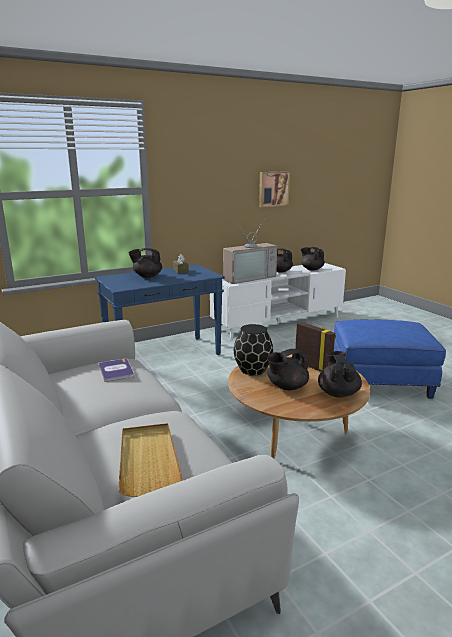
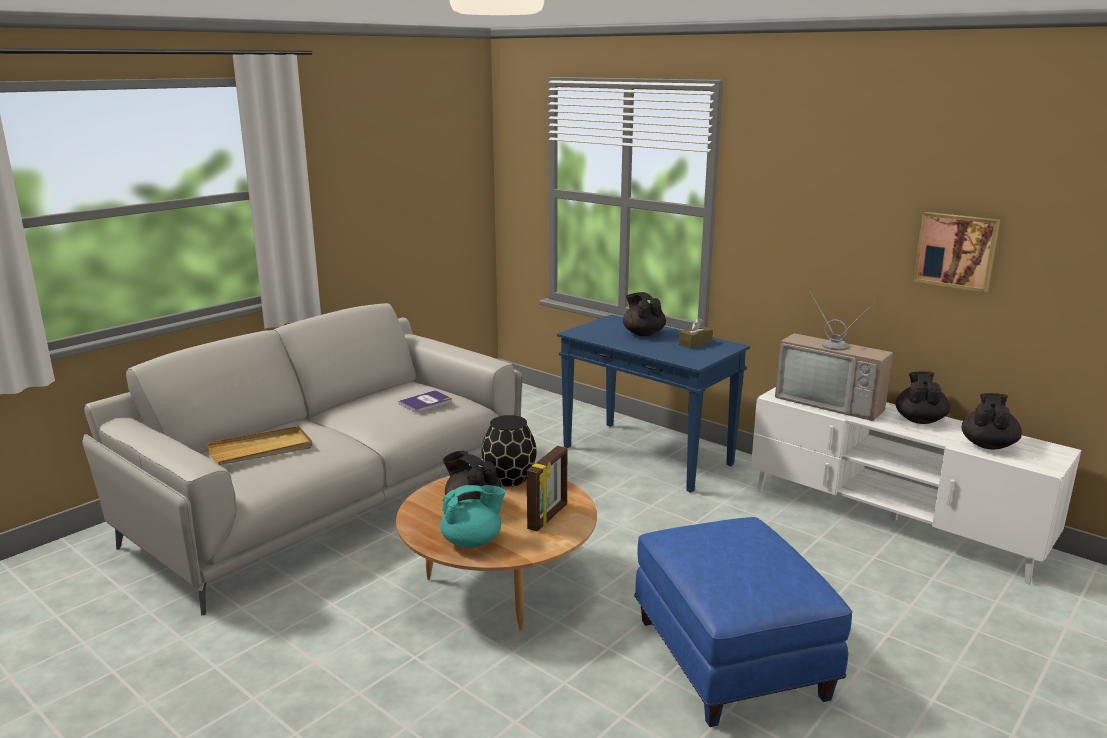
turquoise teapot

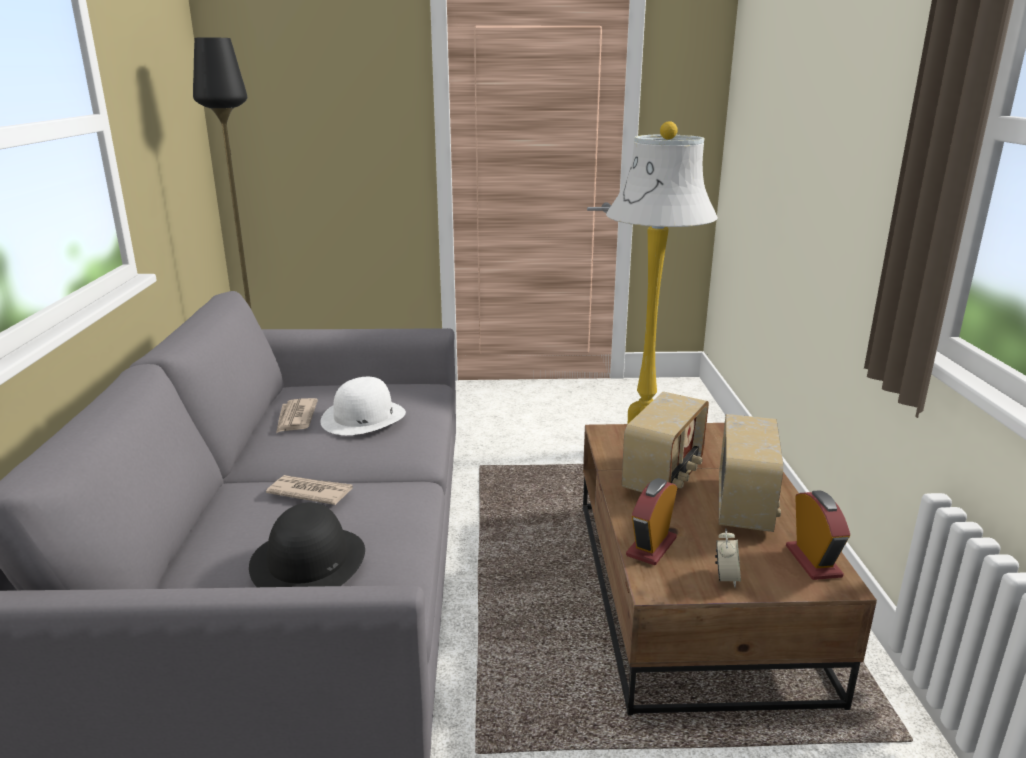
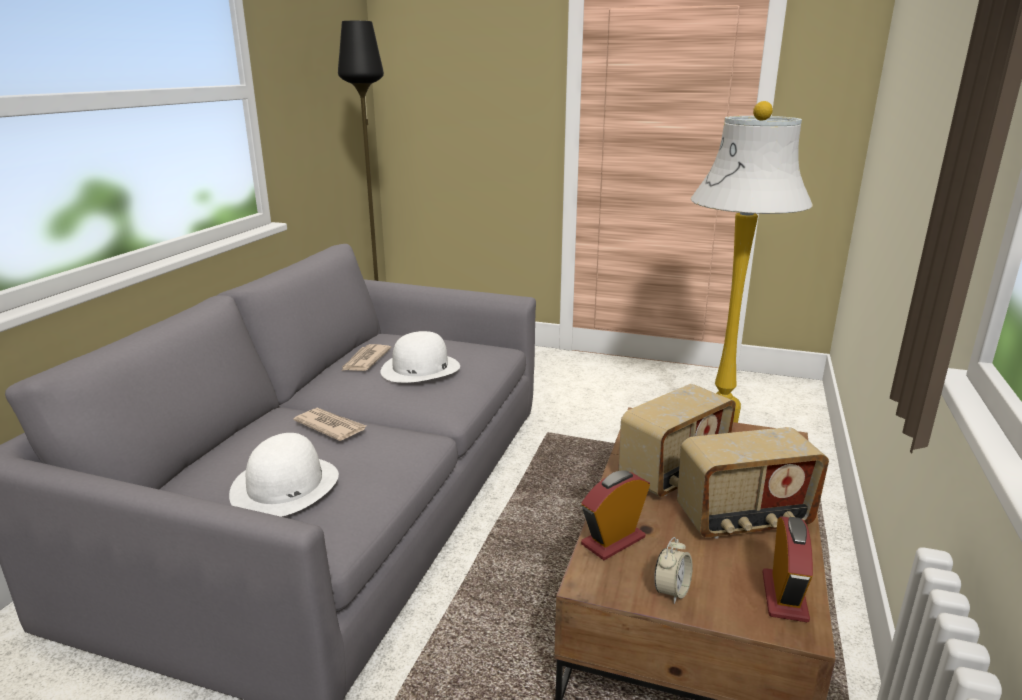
white hat (no. 1 from left); radio (no. 2 from left)

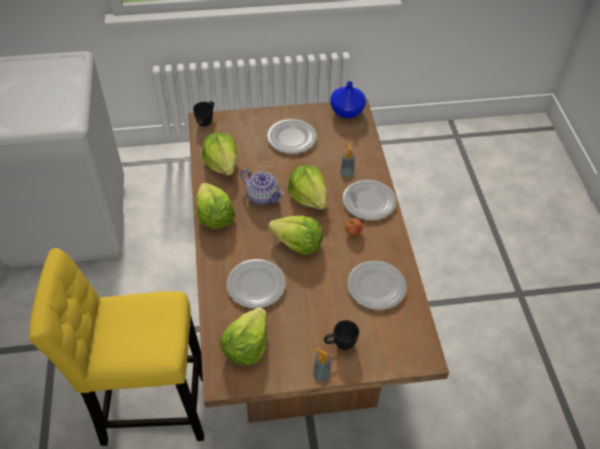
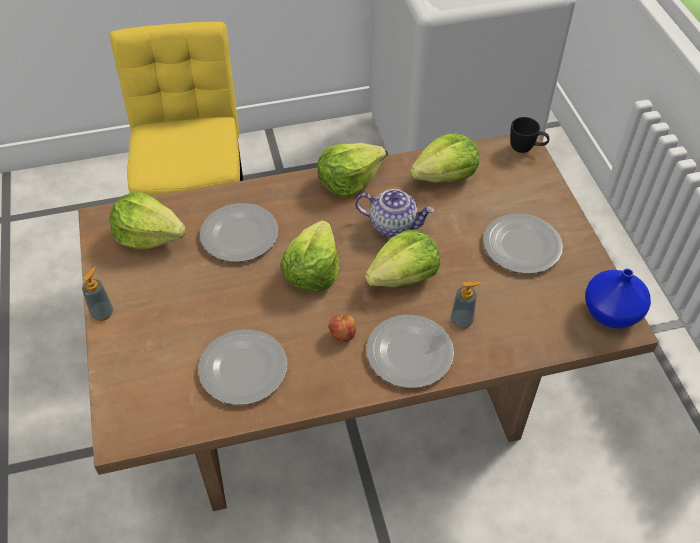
teapot; black mug (no. 2 from left in the first image)

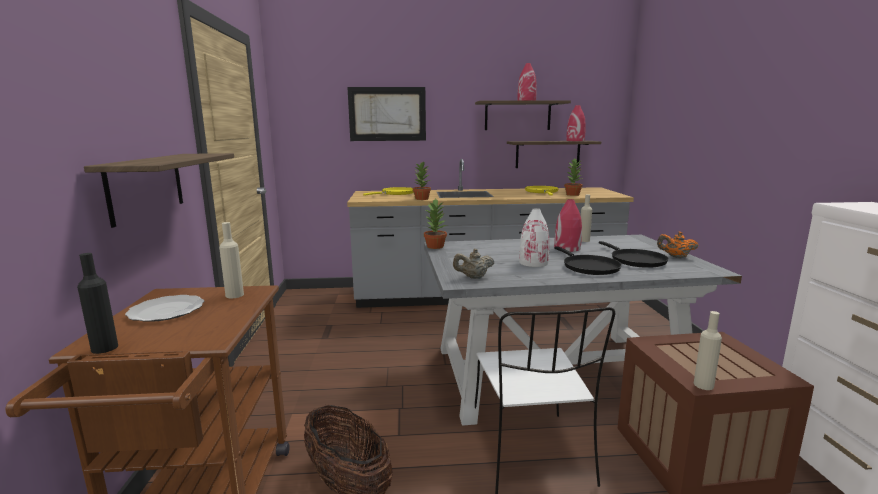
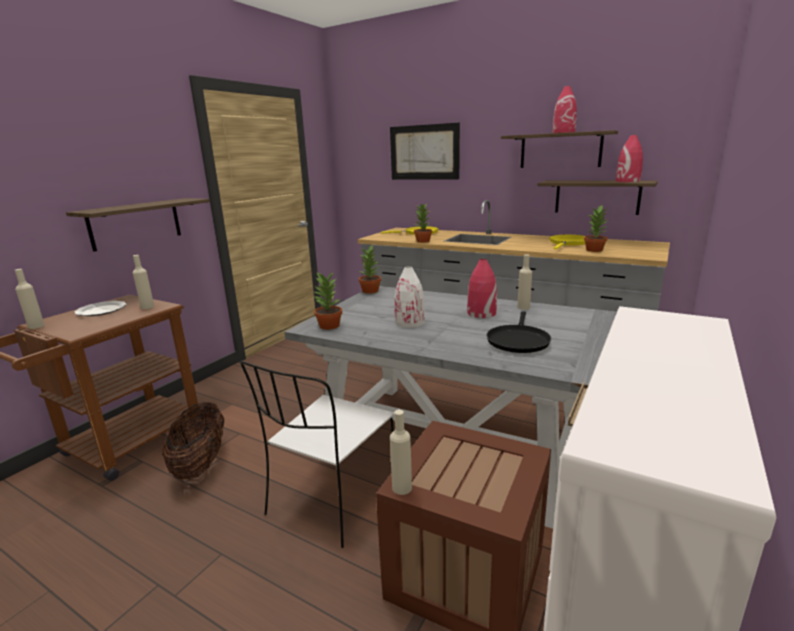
beige bottle (no. 1 from left); potted plant (no. 1 from left); black frying pan (no. 1 from left in the first image); orange teapot

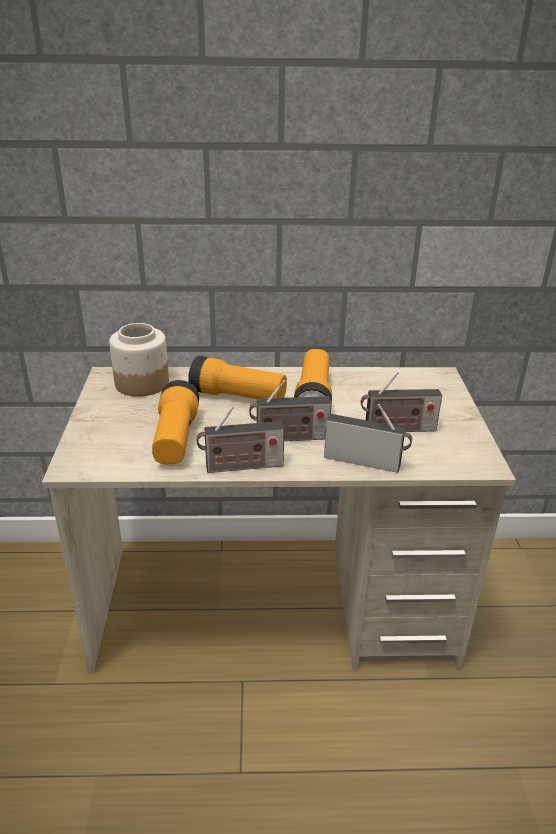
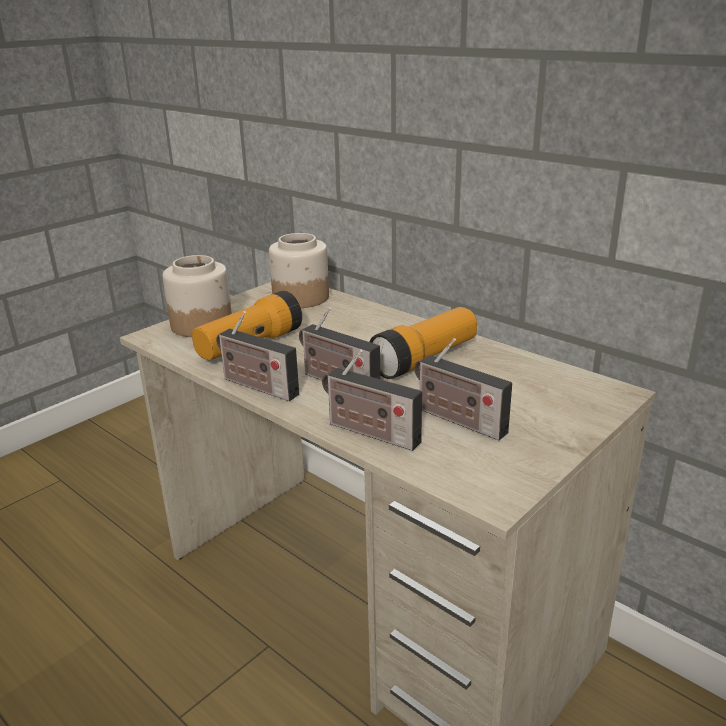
flashlight (no. 2 from left in the first image); radio (no. 3 from left); jar (no. 1 from left)

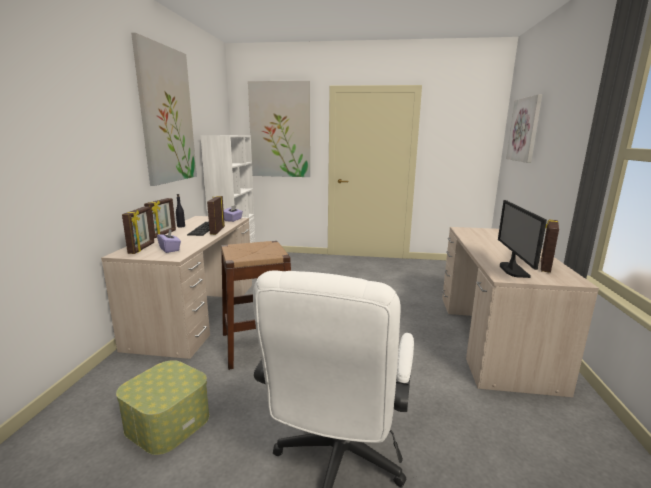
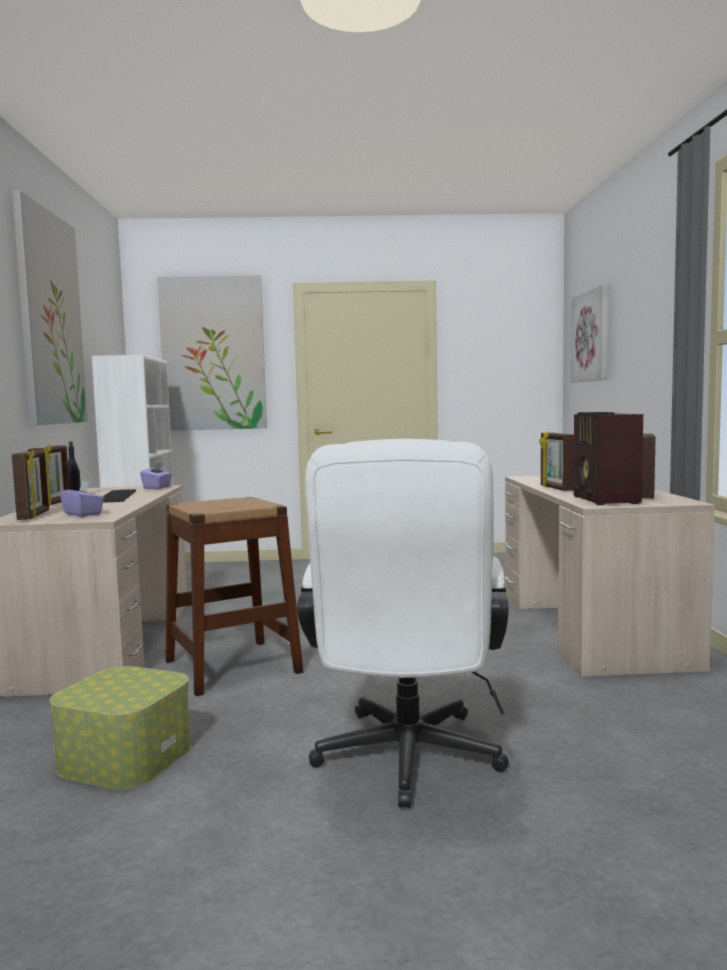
picture frame (no. 3 from left); radio

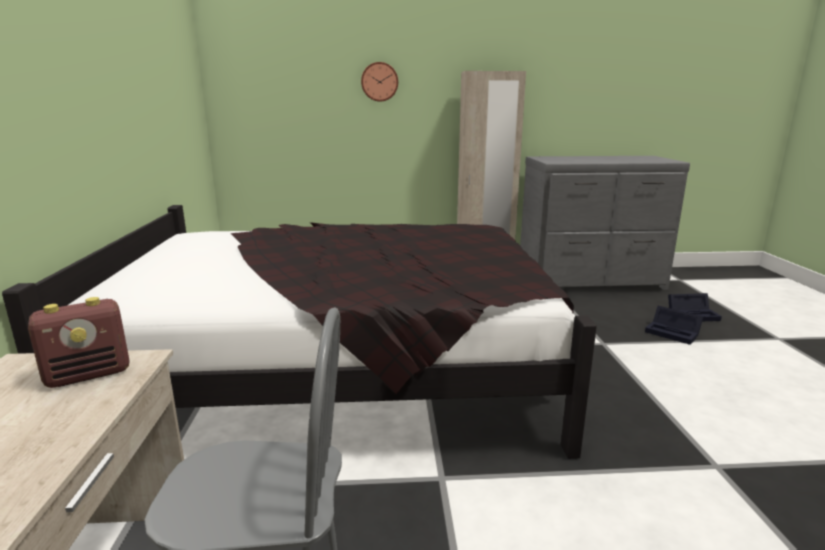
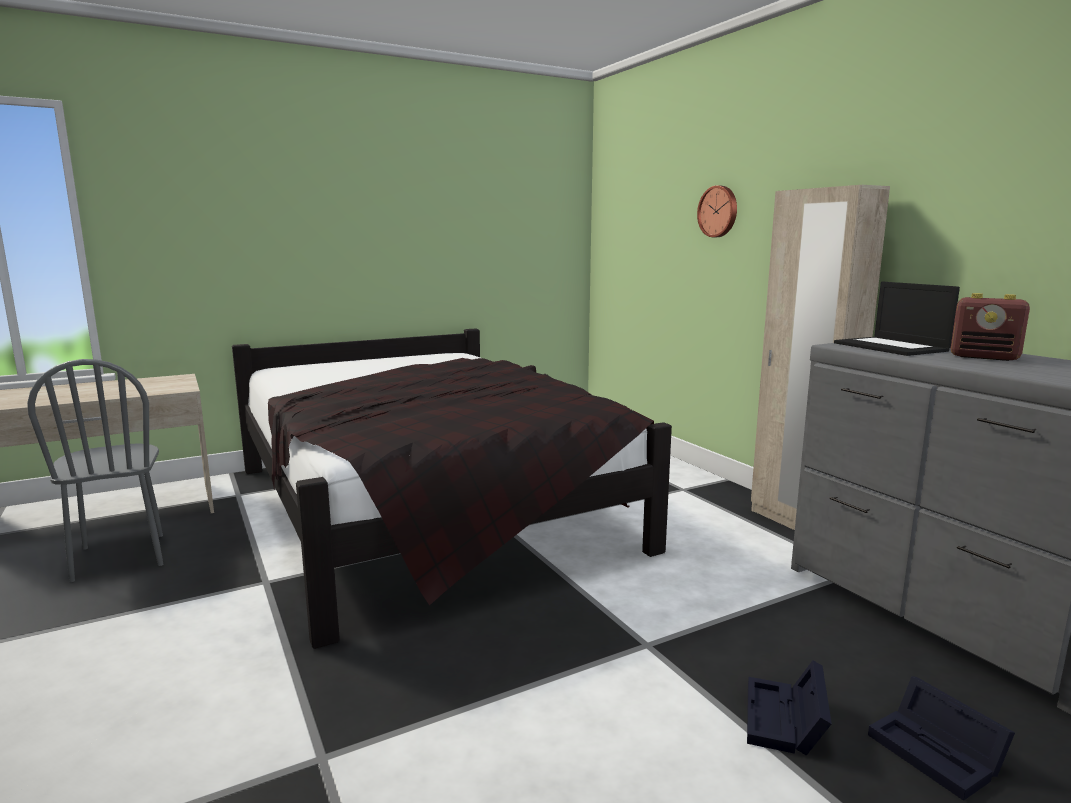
radio; laptop

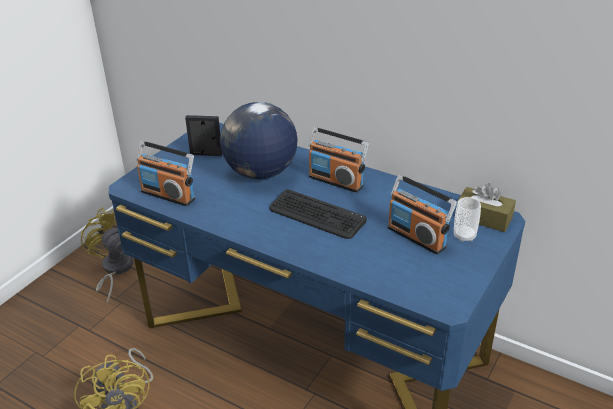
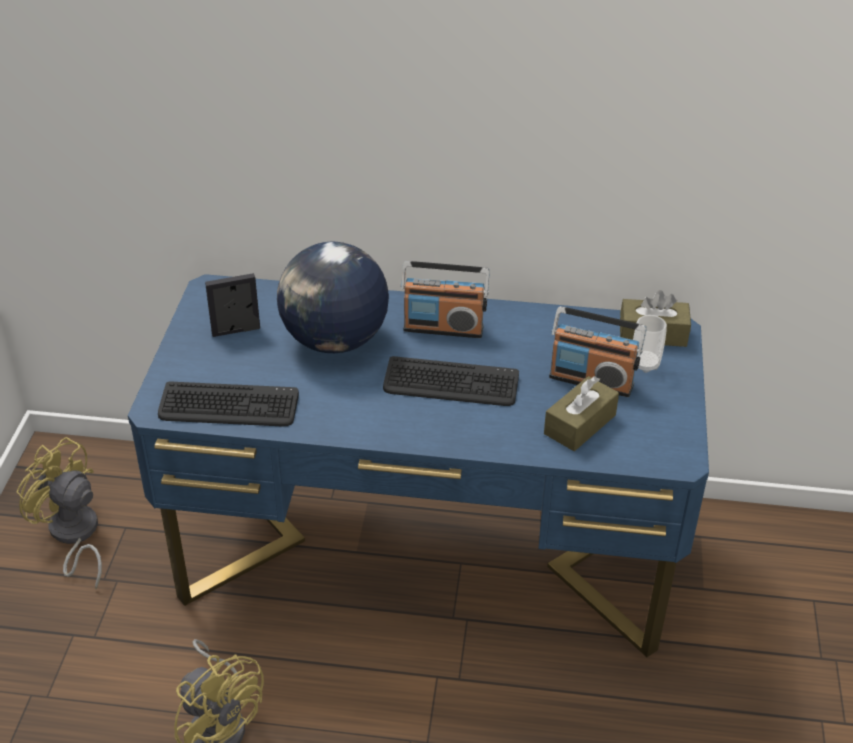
keyboard (no. 1 from left); brown tissue box (no. 1 from left)

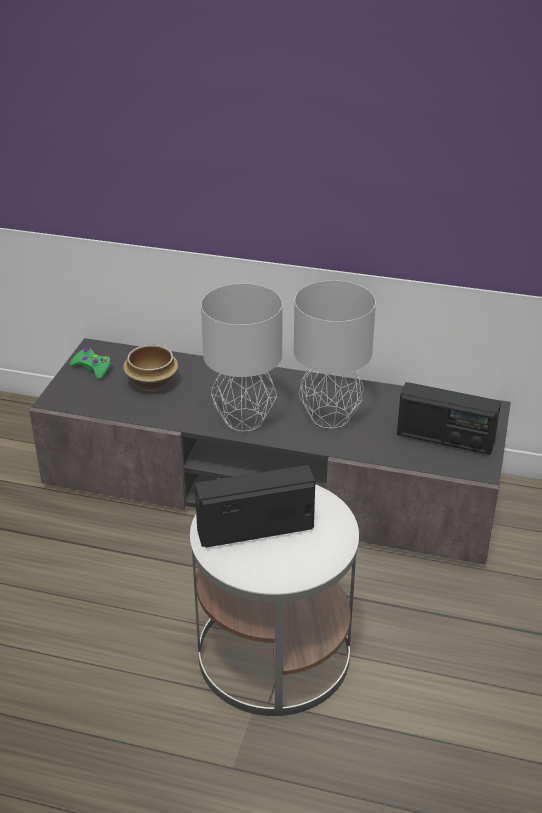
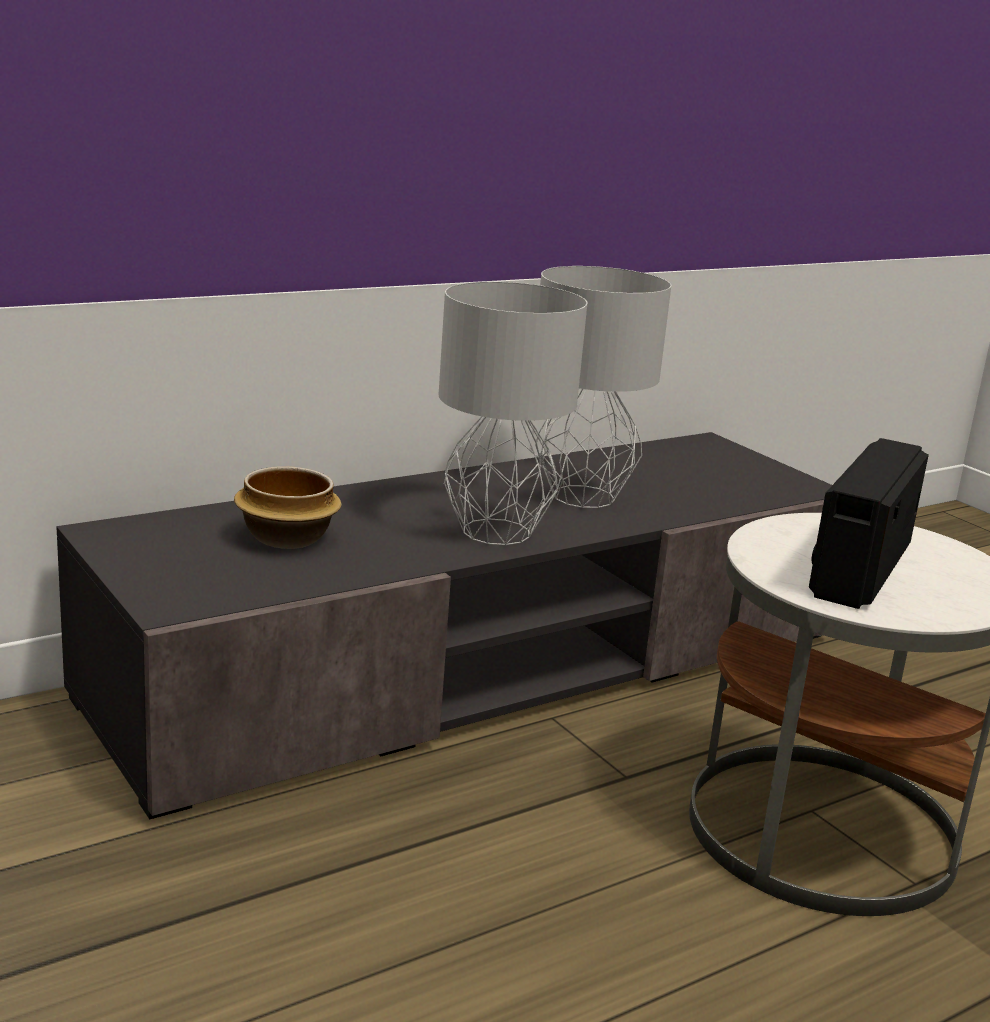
green game controller; radio (no. 2 from left in the first image)

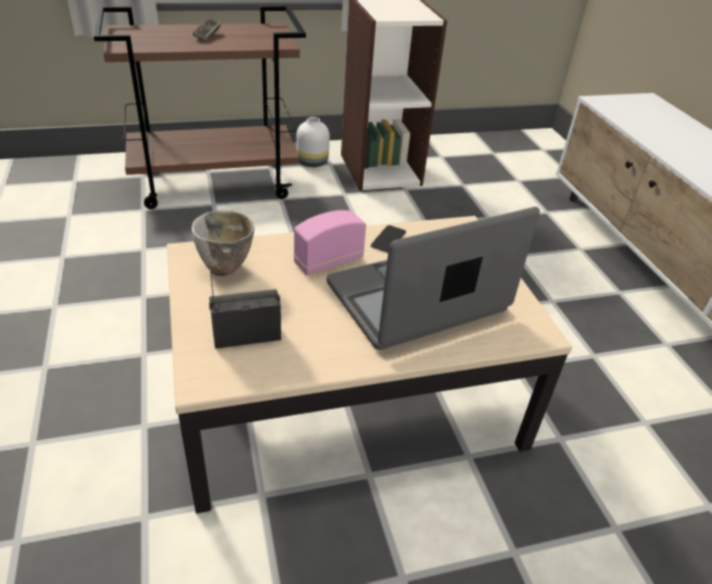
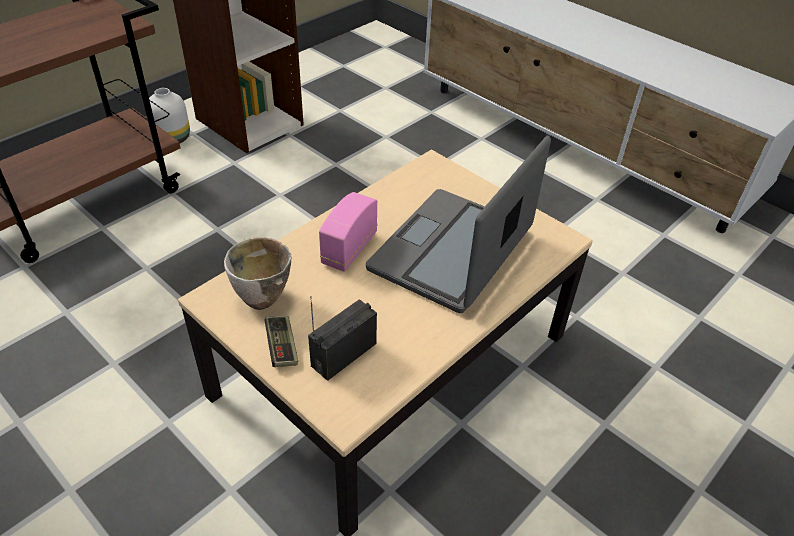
game controller; phone

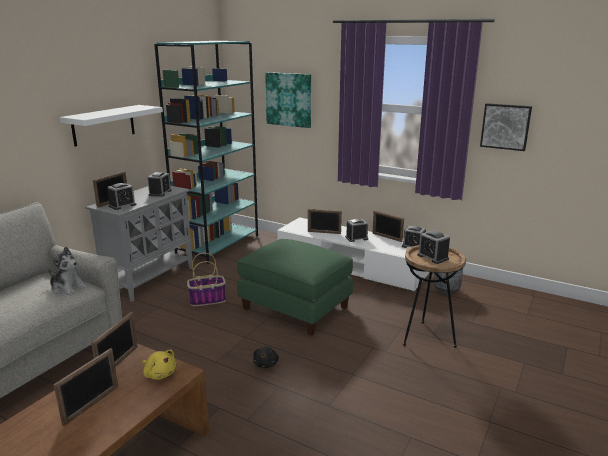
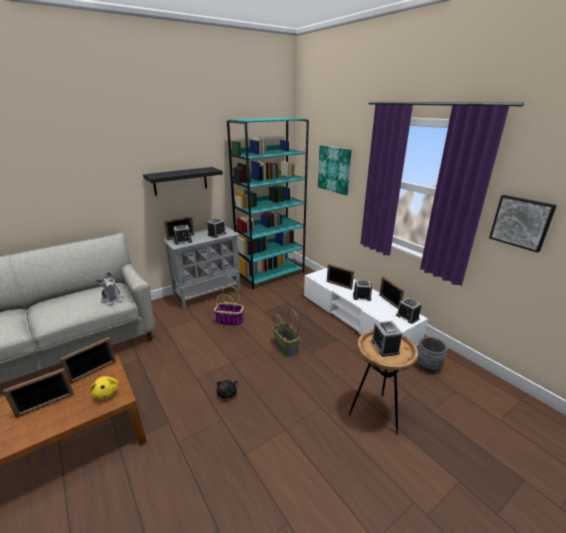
black shelf; basket (no. 2 from left)

